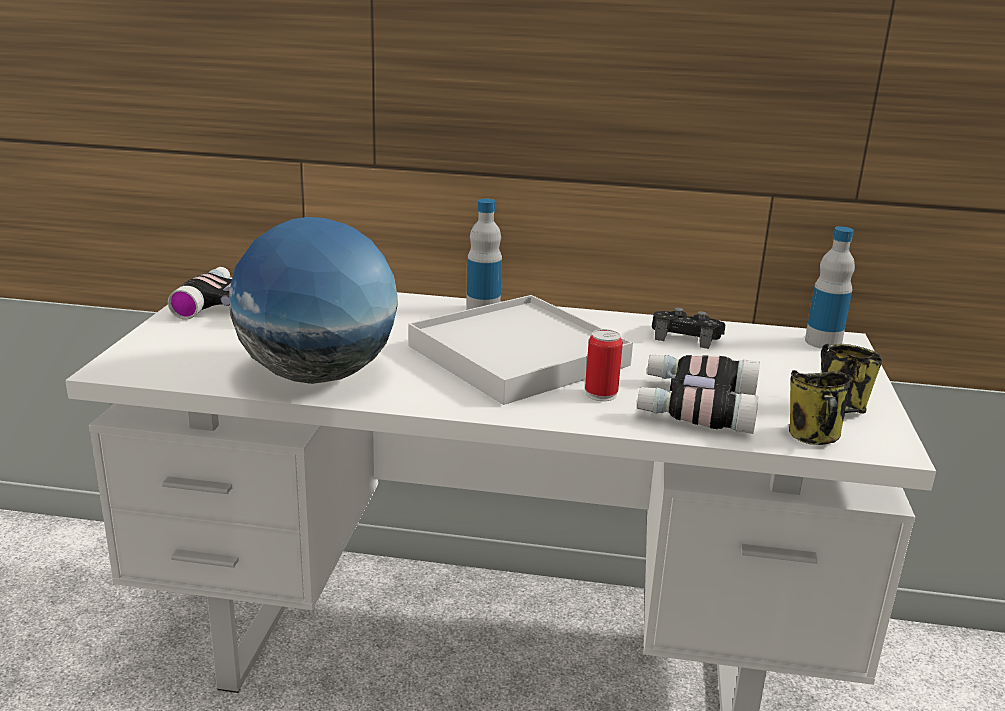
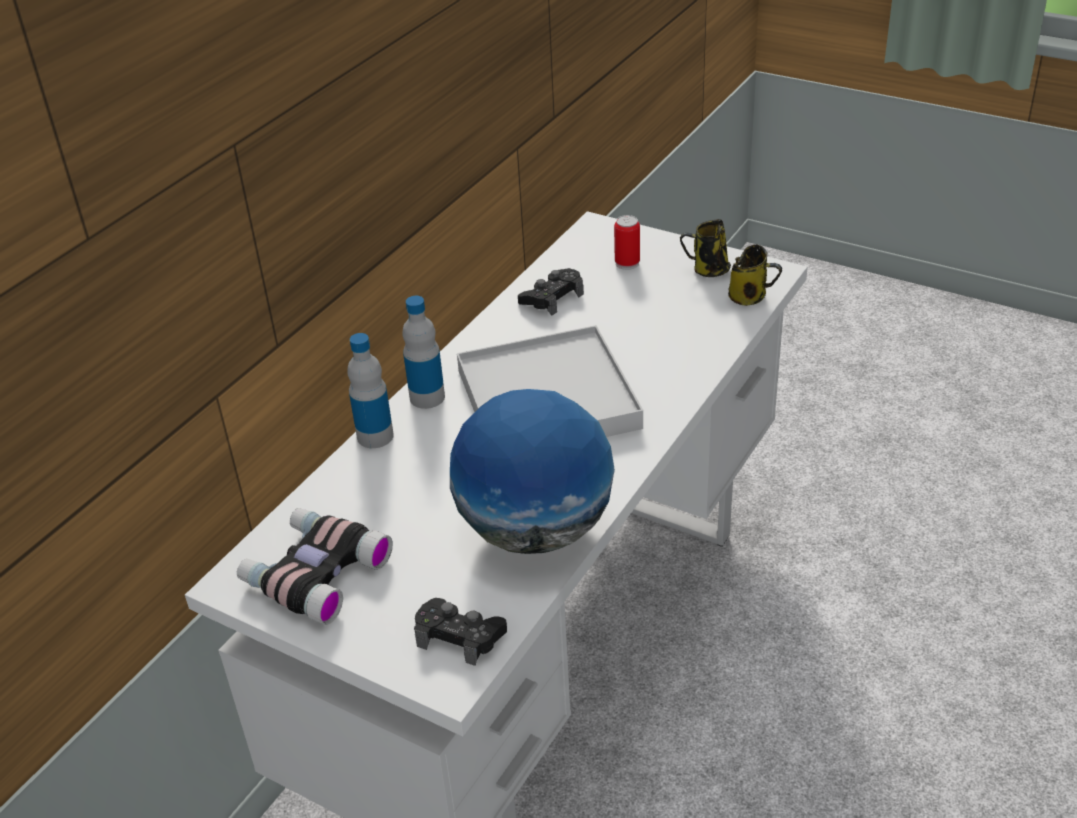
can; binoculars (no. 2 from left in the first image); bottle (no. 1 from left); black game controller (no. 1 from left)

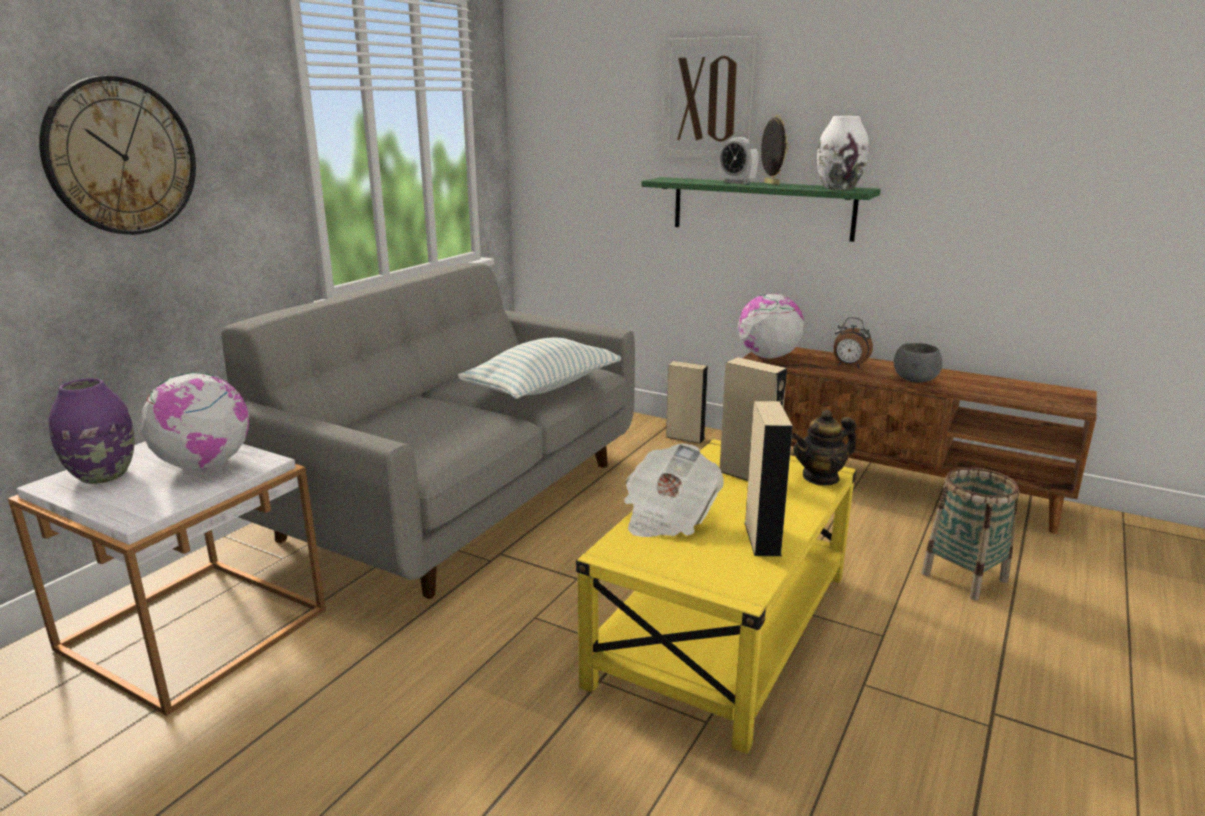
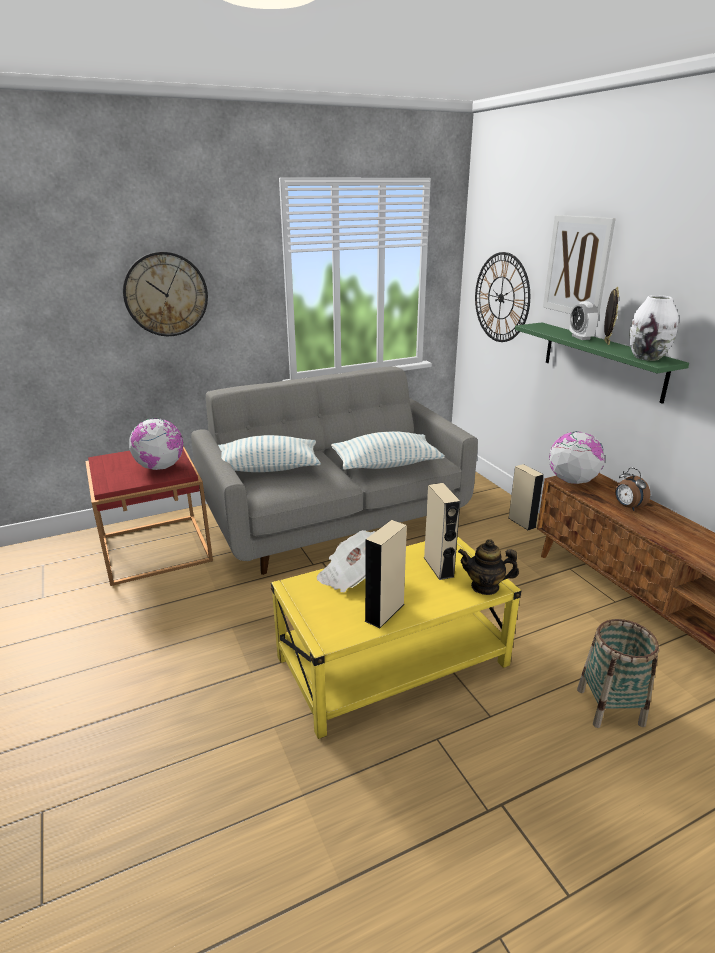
red side table; purple vase; grey bowl; pillow (no. 1 from left); wall clock (no. 2 from left)

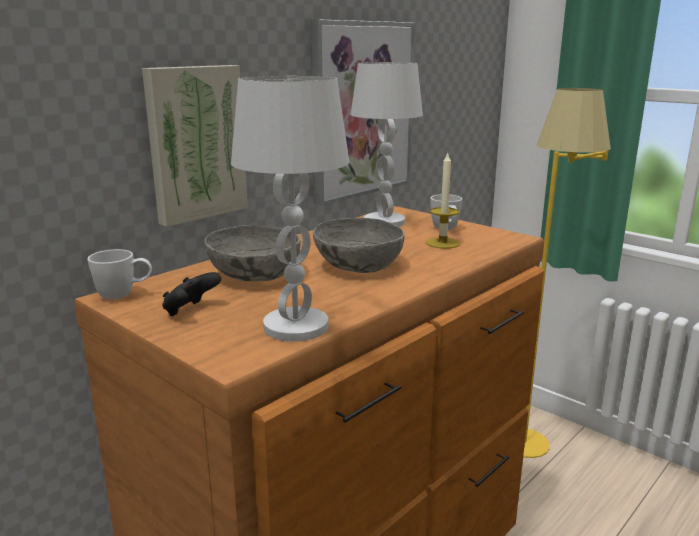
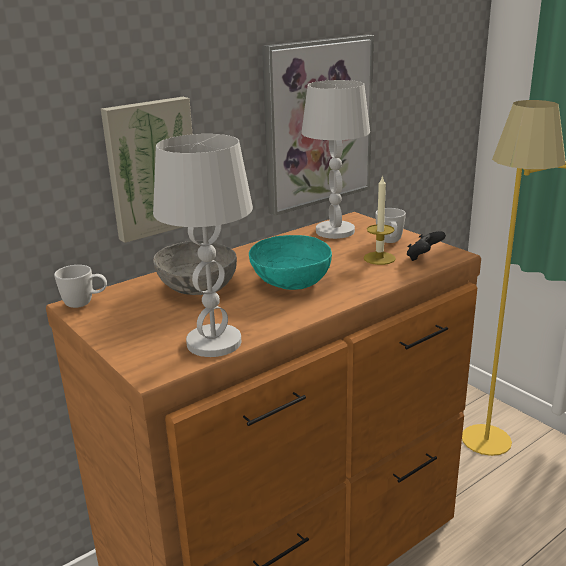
black game controller; turquoise bowl

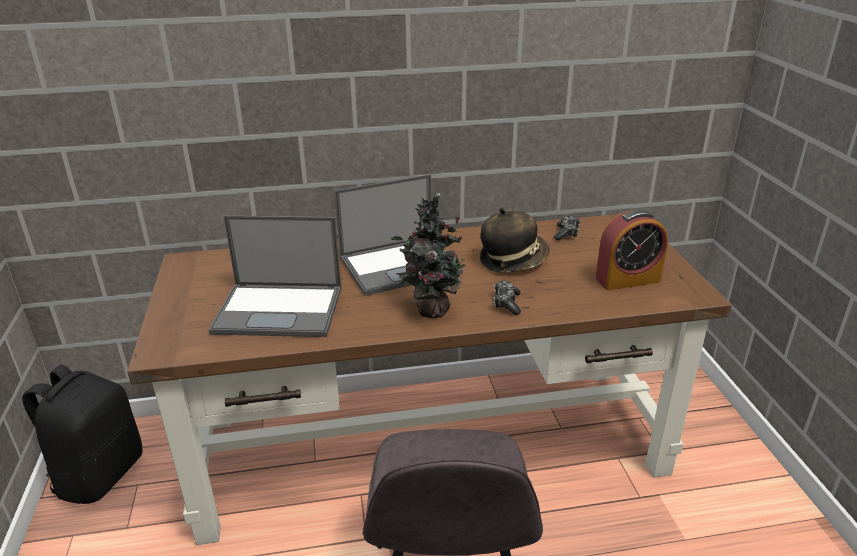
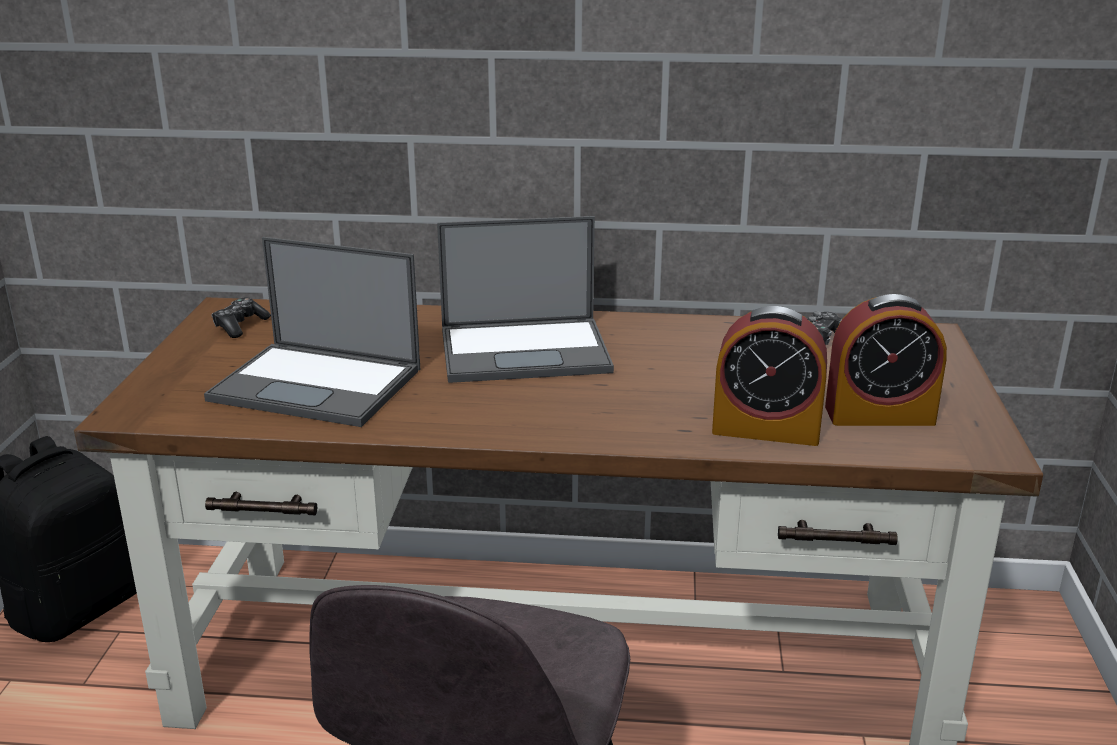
potted plant; hat; game controller (no. 1 from left); alarm clock (no. 1 from left)

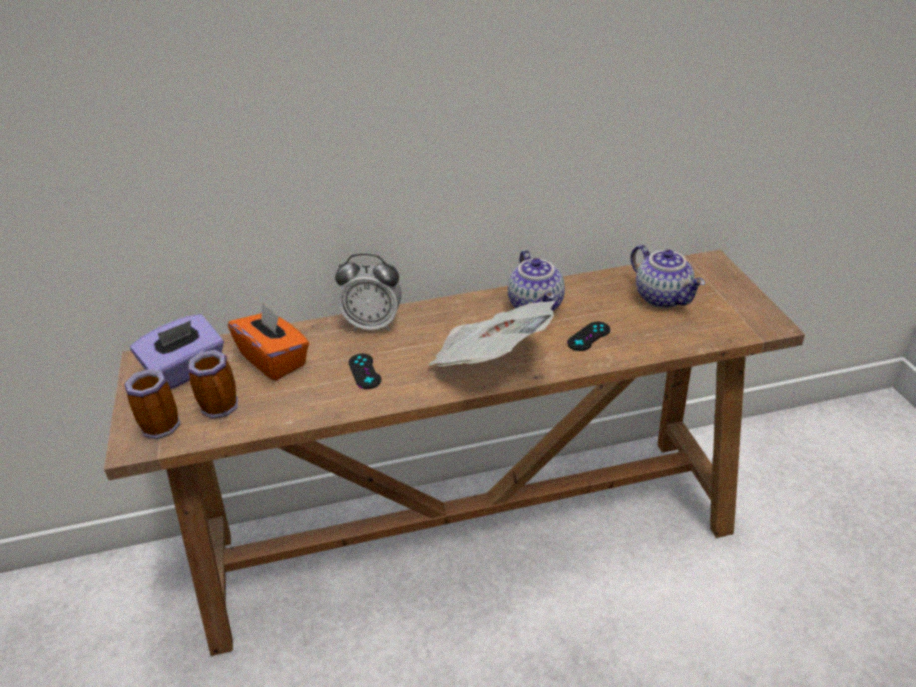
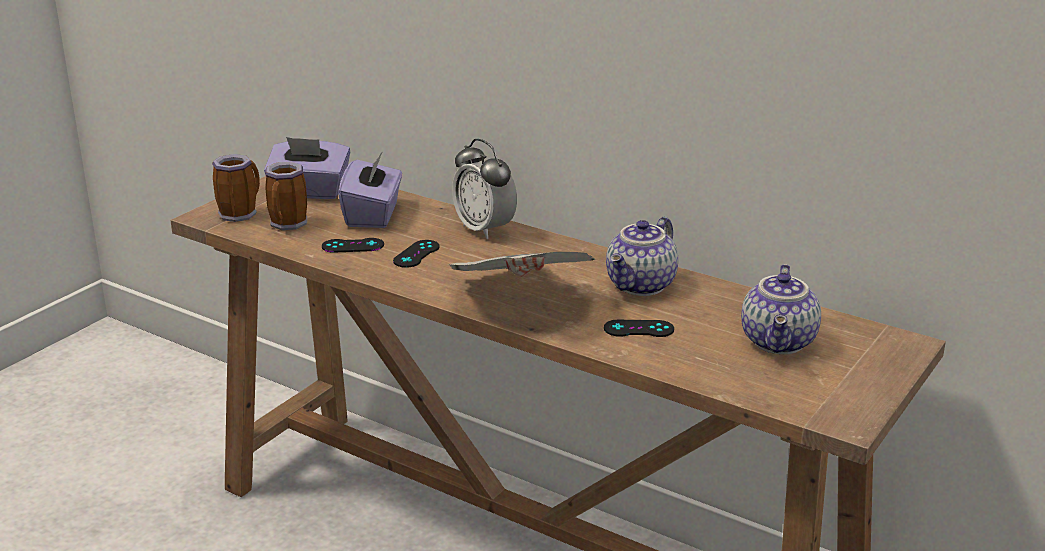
purple tissue box (no. 2 from left); black game controller (no. 1 from left)

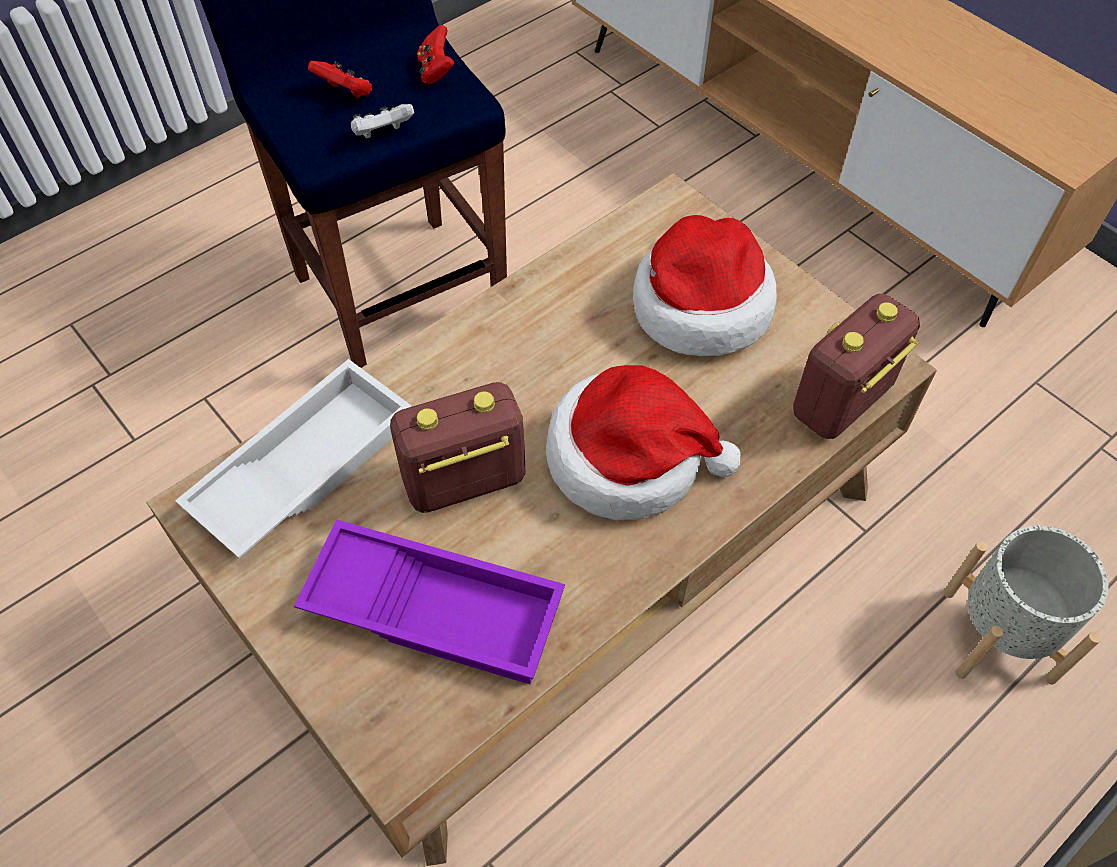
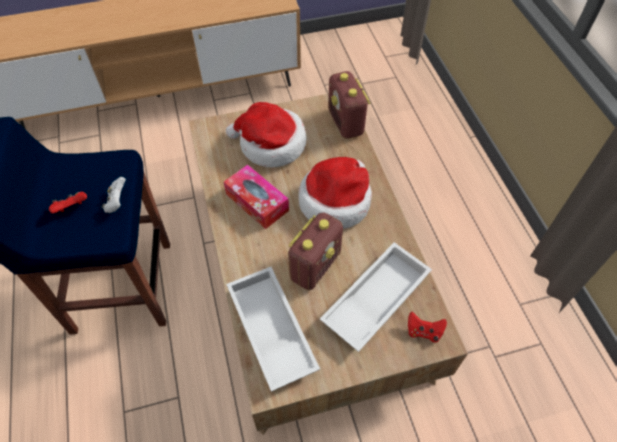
white tray (no. 2 from left); radio (no. 1 from left); red game controller (no. 2 from left); grey planter; tissue box

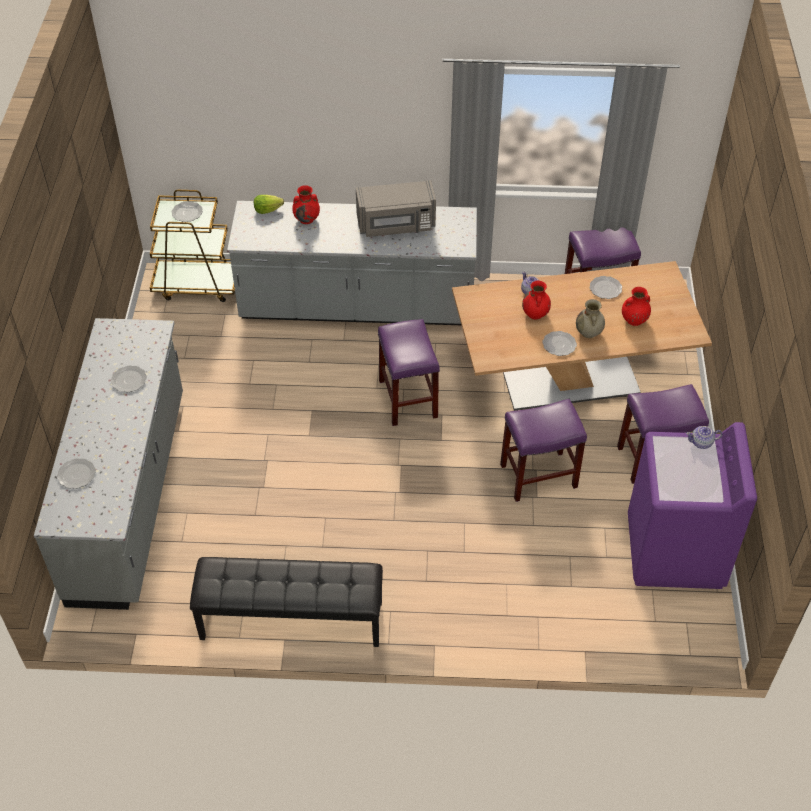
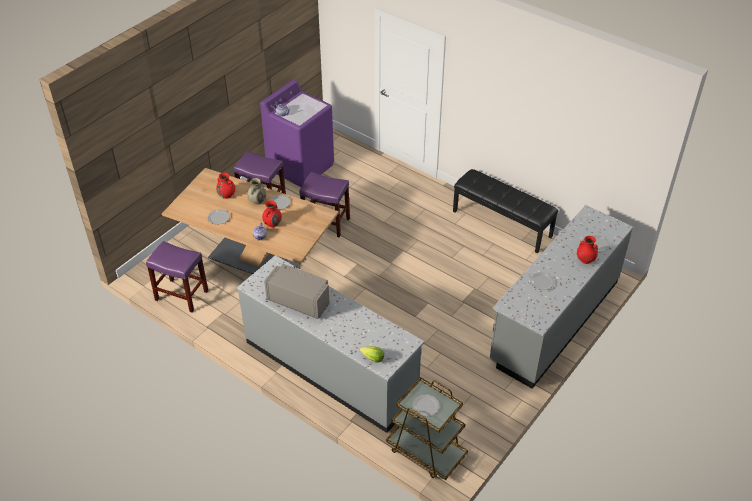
red vase (no. 3 from left); purple stool (no. 1 from left in the first image)

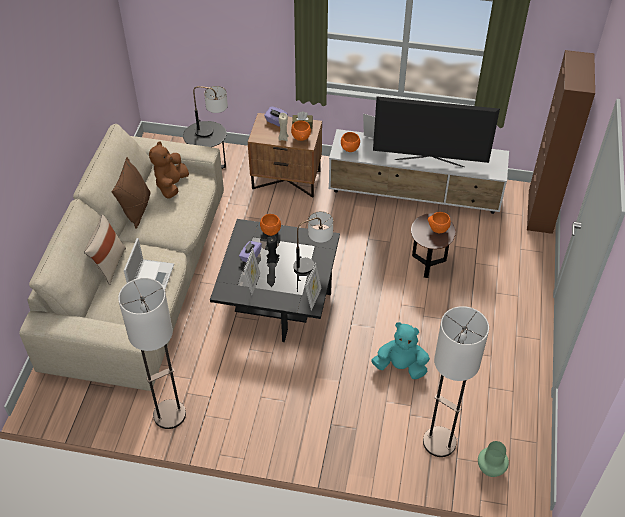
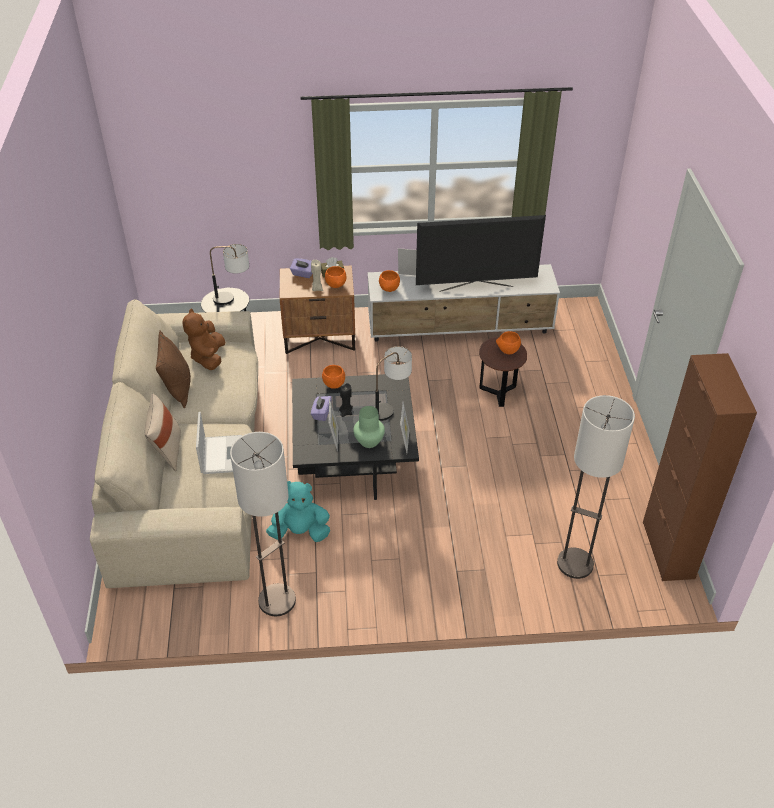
turquoise plush toy; green vase; brown cabinet

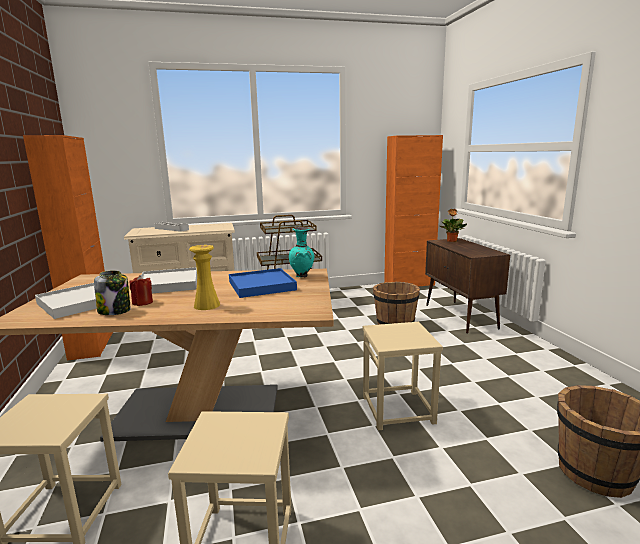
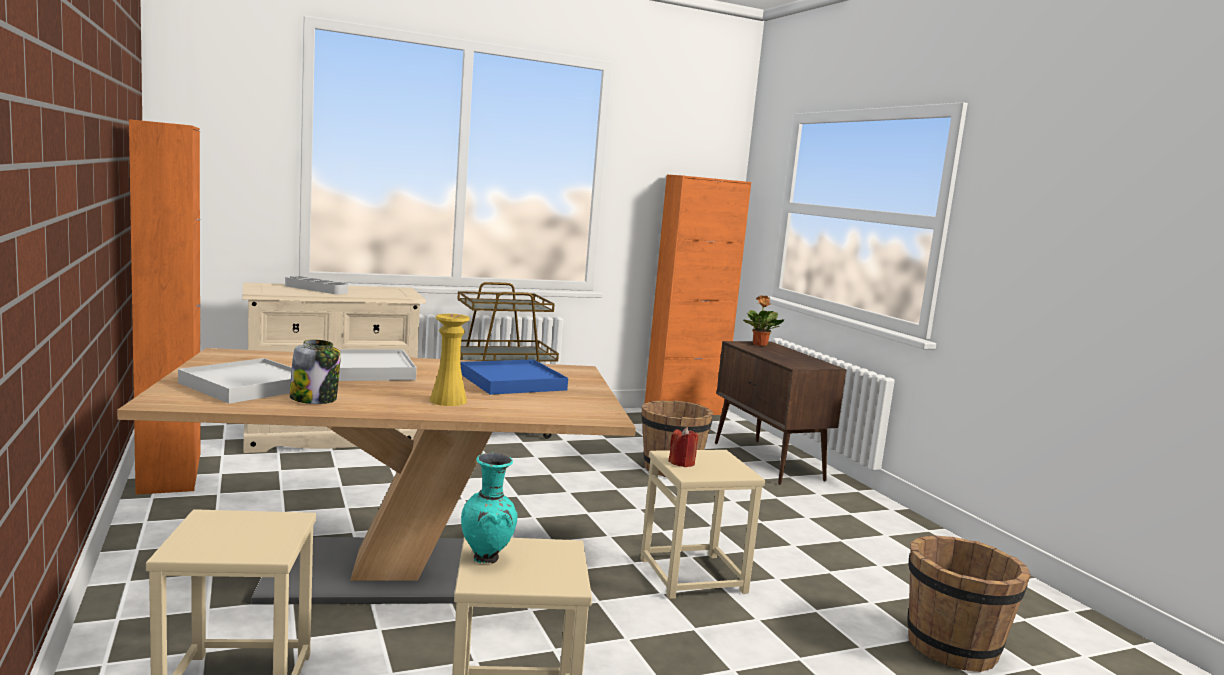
red candle; turquoise vase

